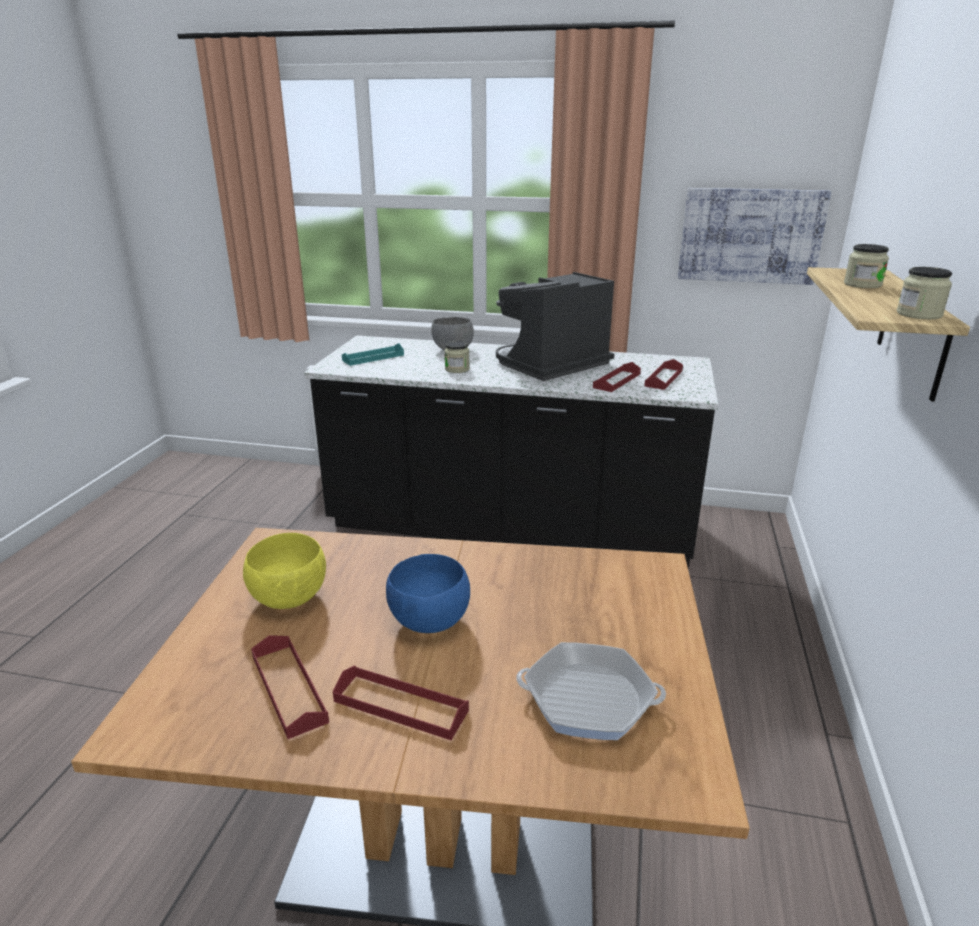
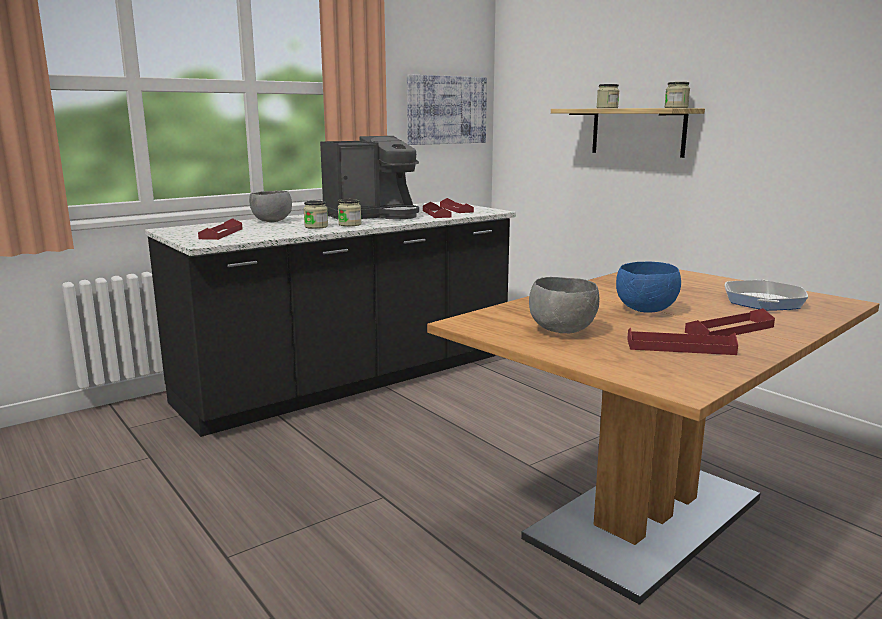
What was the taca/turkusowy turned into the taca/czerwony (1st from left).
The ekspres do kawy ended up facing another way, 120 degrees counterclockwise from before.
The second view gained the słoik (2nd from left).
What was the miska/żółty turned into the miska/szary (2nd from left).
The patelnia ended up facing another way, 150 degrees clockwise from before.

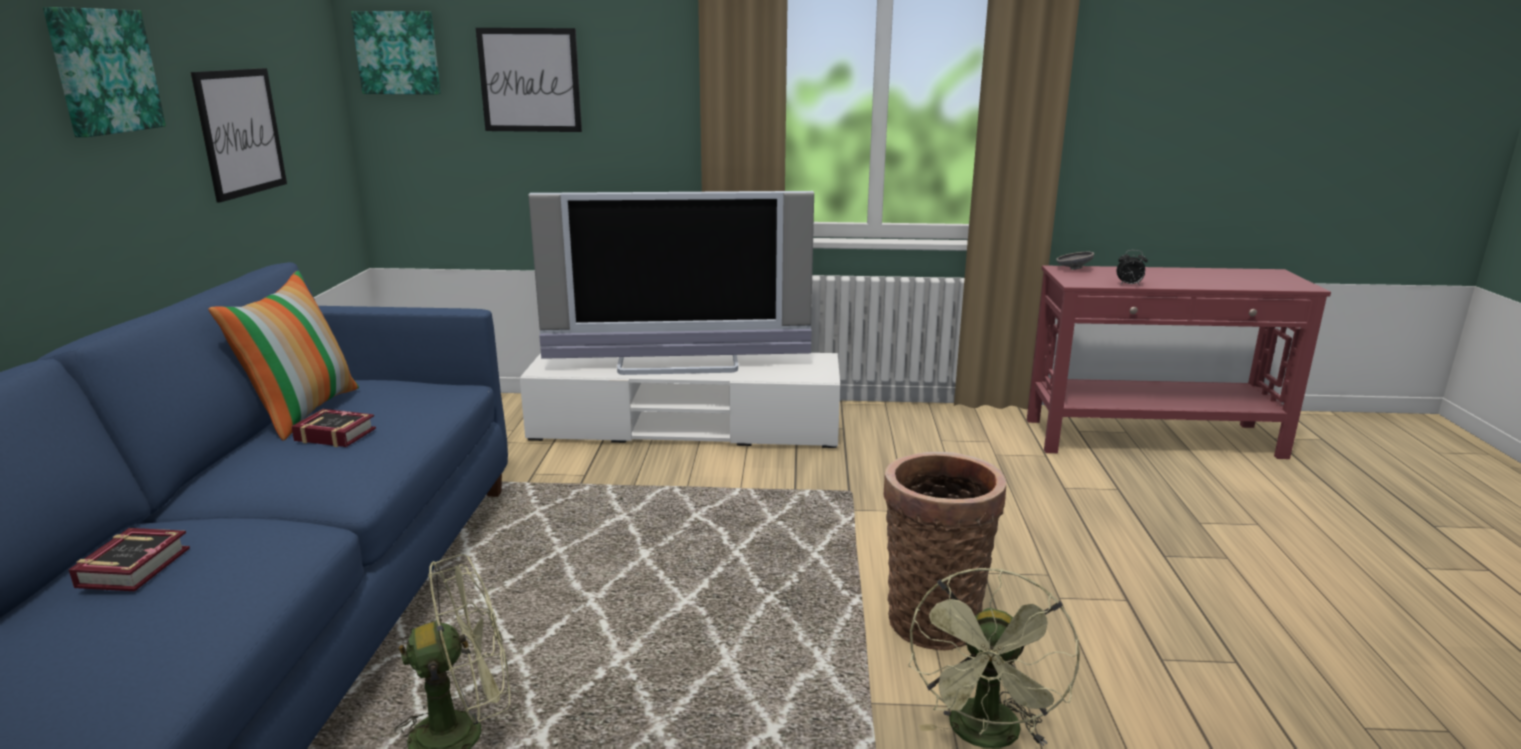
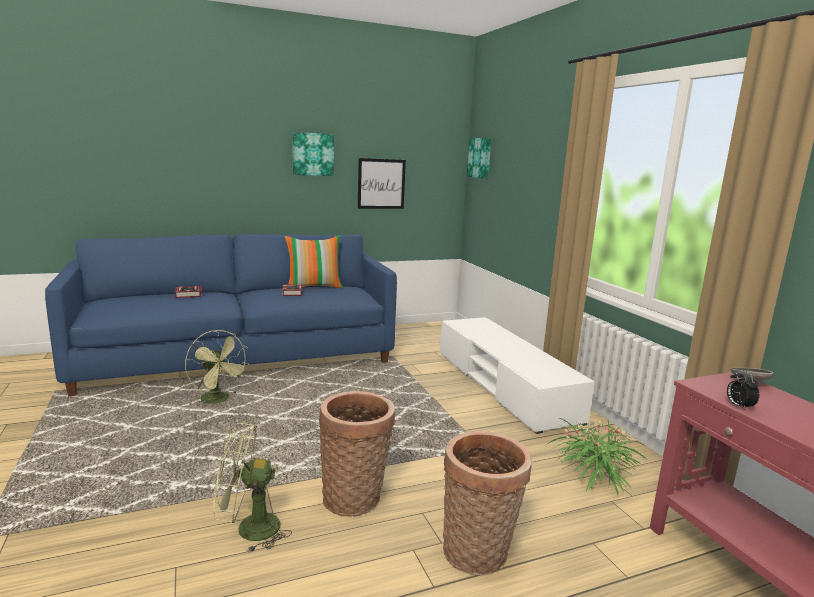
The second view gained the koszyk (2nd from left).
The second view gained the roślina doniczkowa.
The second view lost the obraz (4th from left).
The second view lost the telewizor.

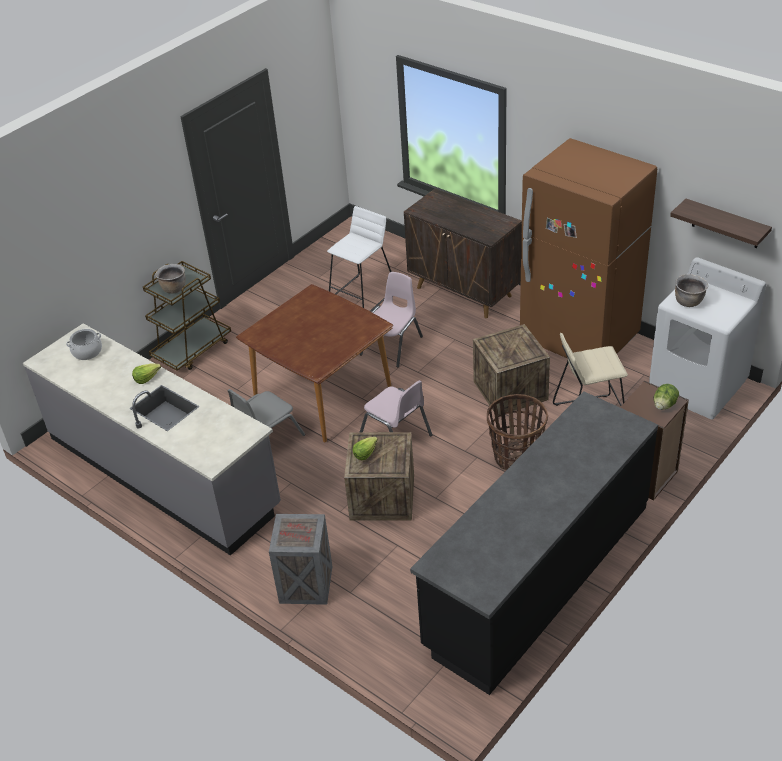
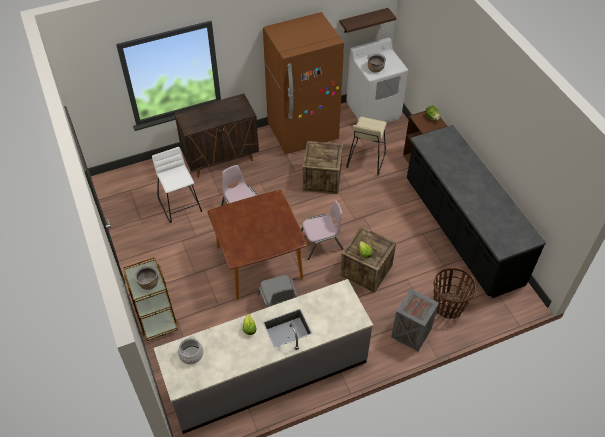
The koszyk ended up elsewhere.

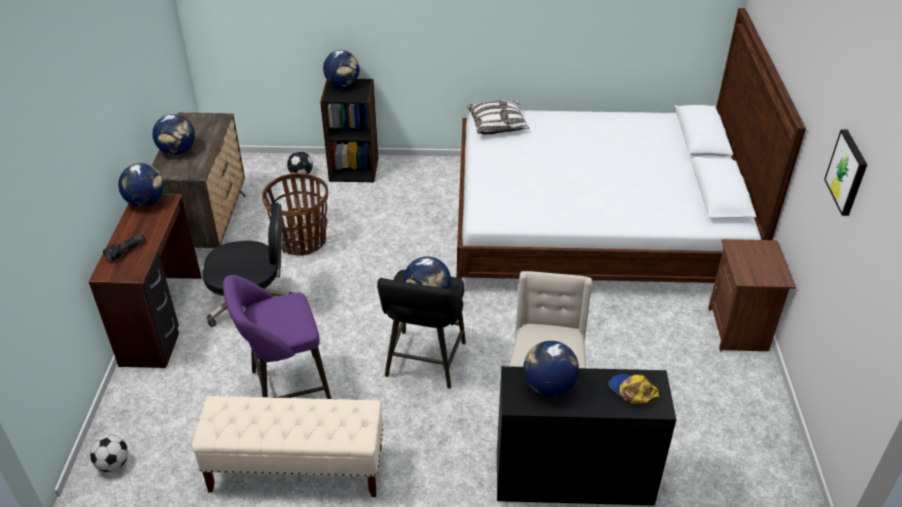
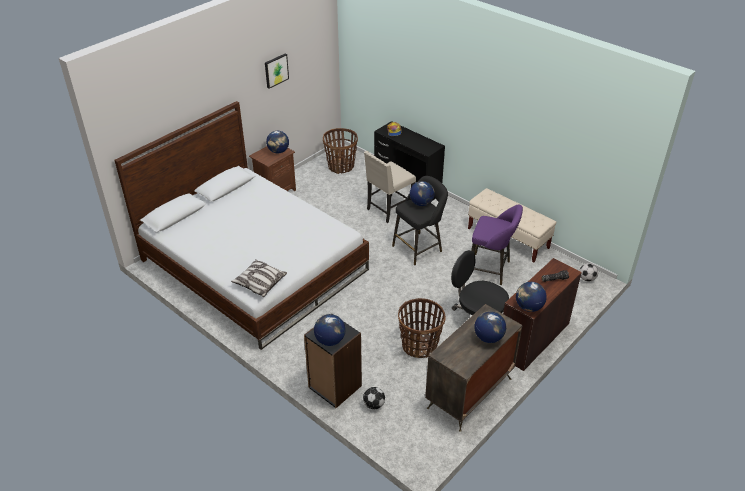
The globus (5th from left in the first image) ended up elsewhere.
The second view gained the koszyk (1st from left).

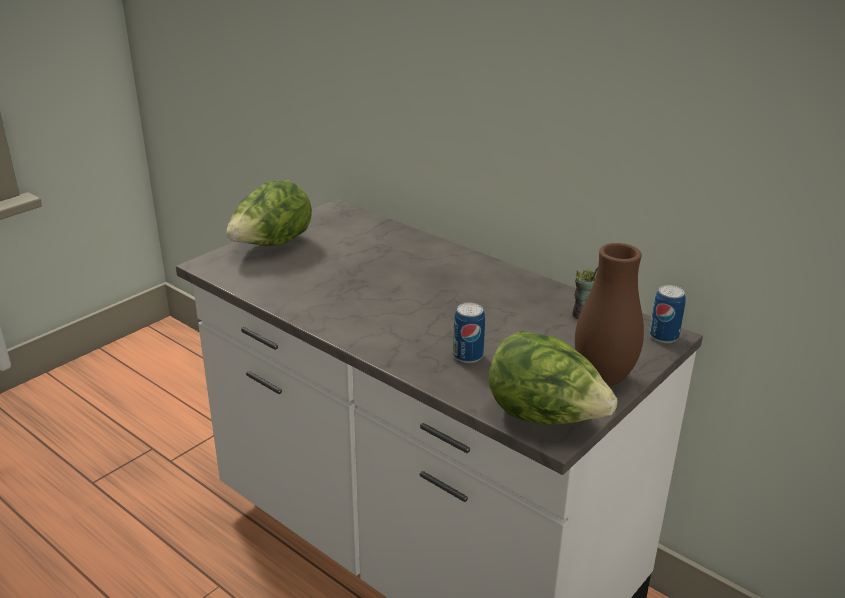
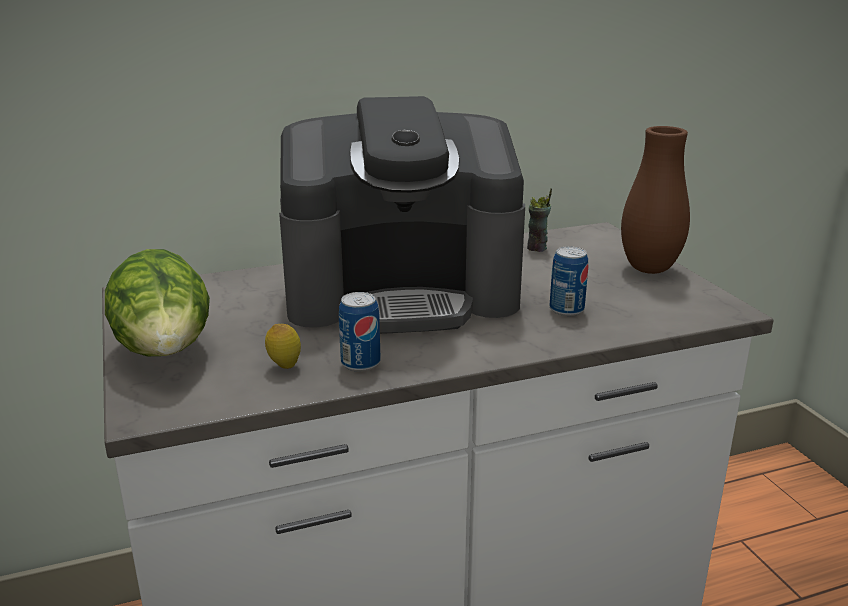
The second view gained the cytryna.
The second view gained the ekspres do kawy.
The puszka (2nd from left in the first image) ended up elsewhere.
The second view lost the sałata (2nd from left).

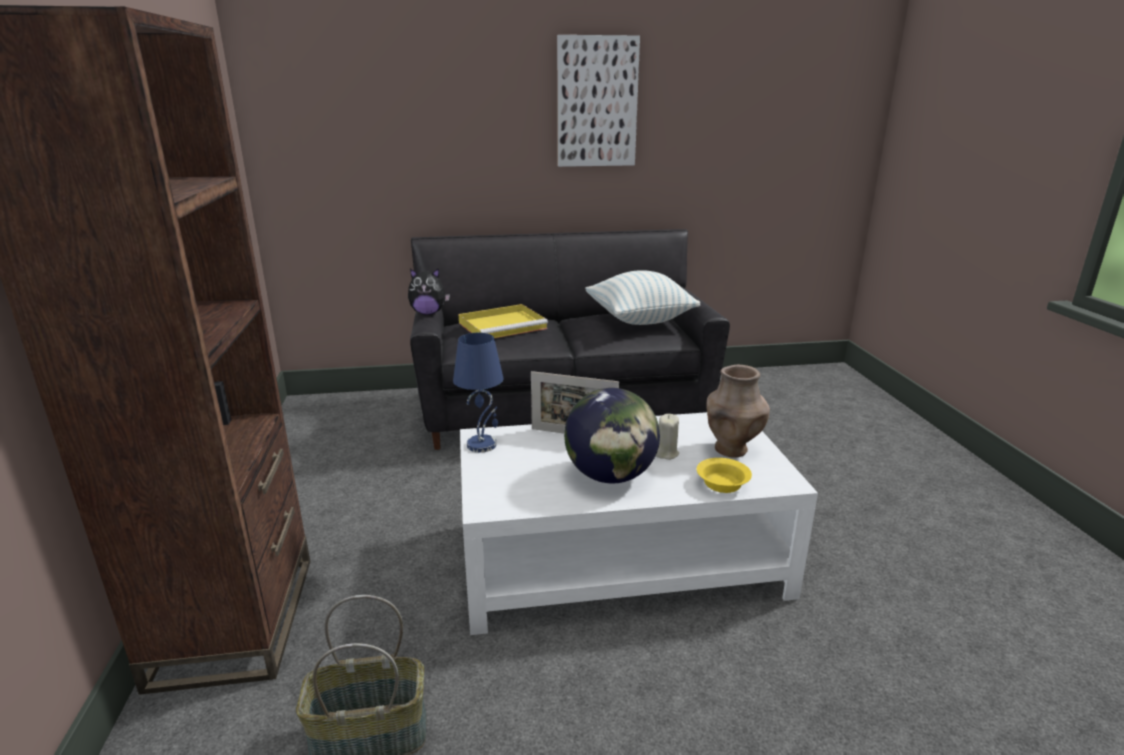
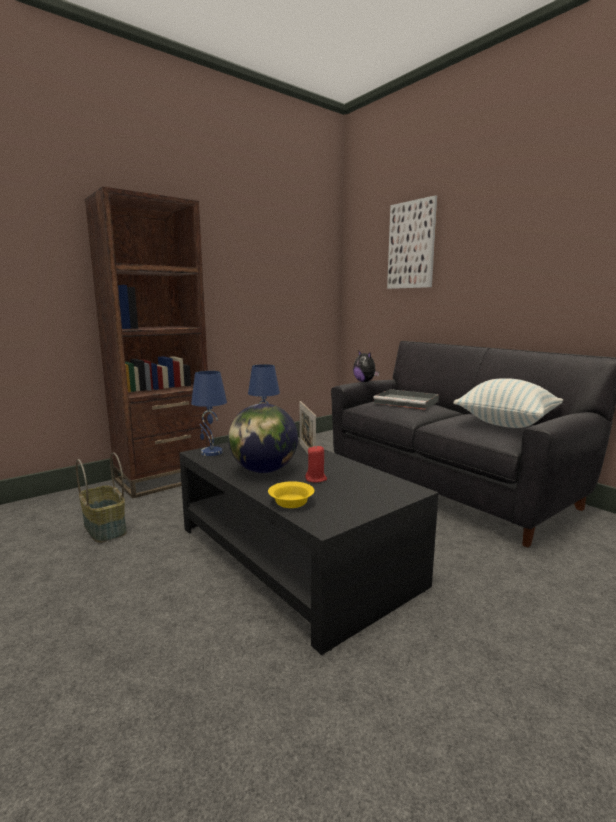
What was the ława/biały turned into the ława/czarny.
The second view gained the lampa stołowa/niebieski (1st from left).
What was the świeca/beżowy turned into the świeca/czerwony.
What was the taca/żółty turned into the taca/szary.
The obraz ended up elsewhere.
The second view lost the wazon/brązowy.

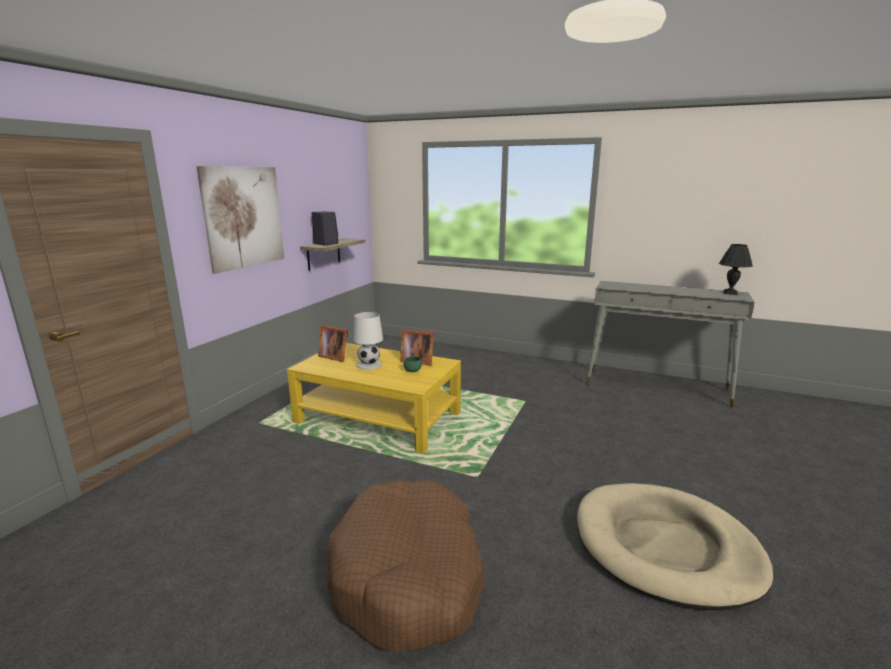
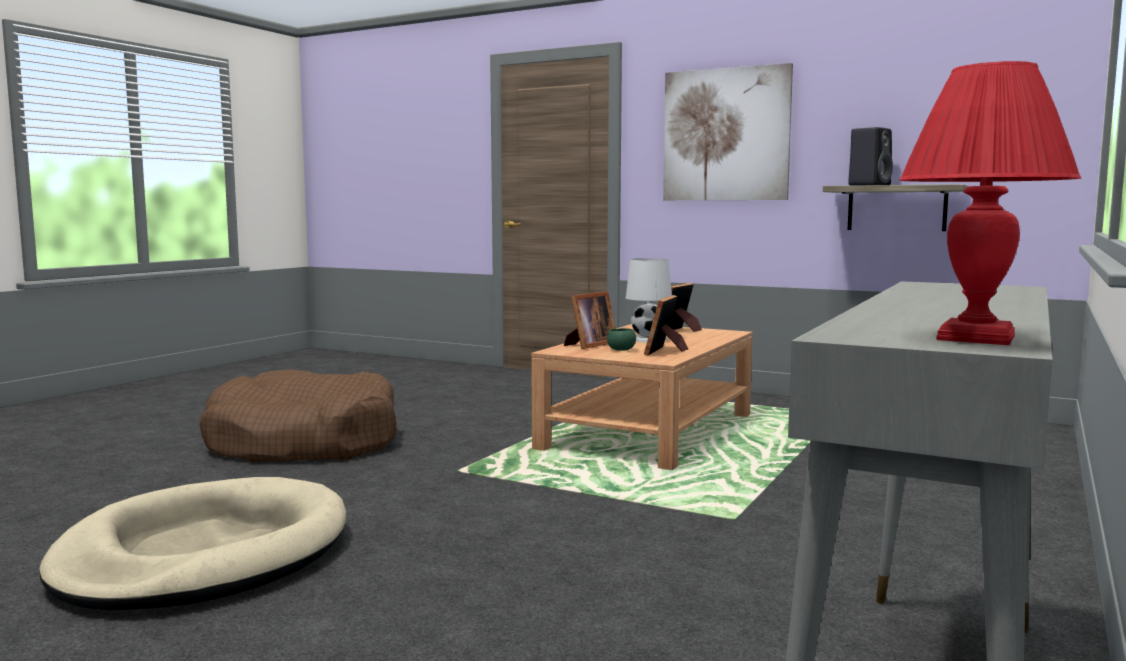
What was the ława/żółty turned into the ława/brązowy.
The second view gained the ramka na zdjęcie (1st from left).
What was the lampa stołowa/czarny turned into the lampa stołowa/czerwony.

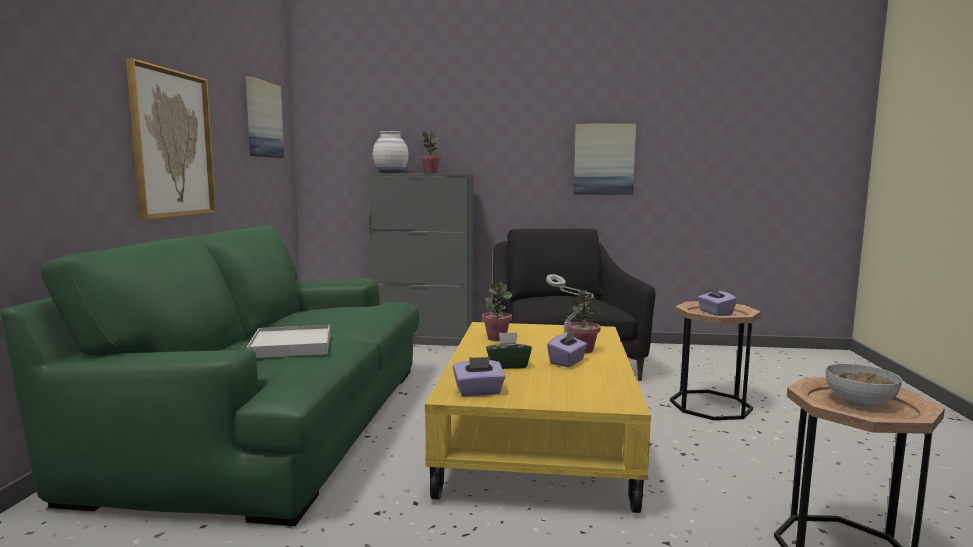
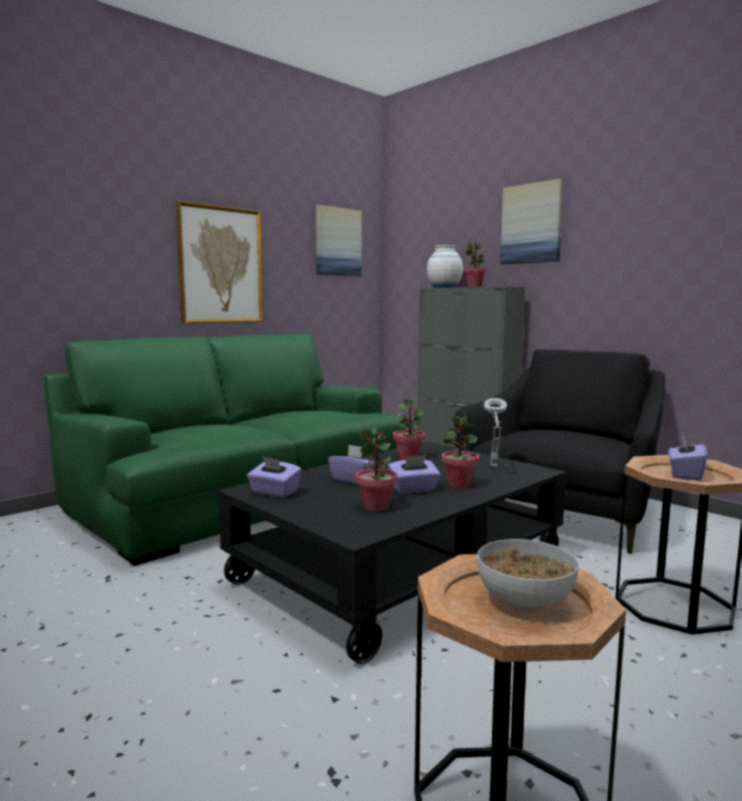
What was the ława/żółty turned into the ława/czarny.
What was the pudełko chusteczek/zielony turned into the pudełko chusteczek/fioletowy (2nd from left).
The second view gained the roślina doniczkowa (1st from left).
The obraz (3rd from left) ended up elsewhere.
The second view lost the taca/biały.

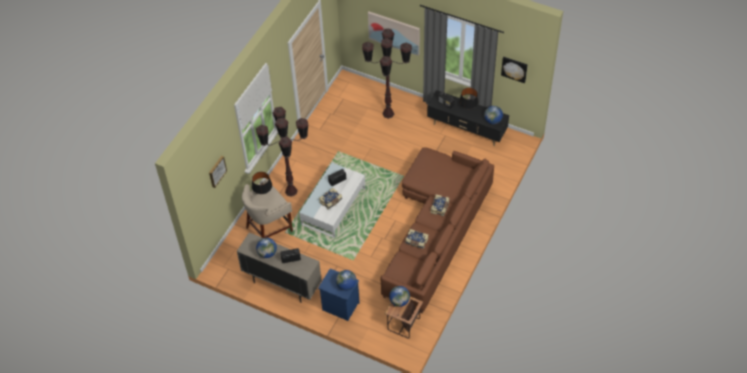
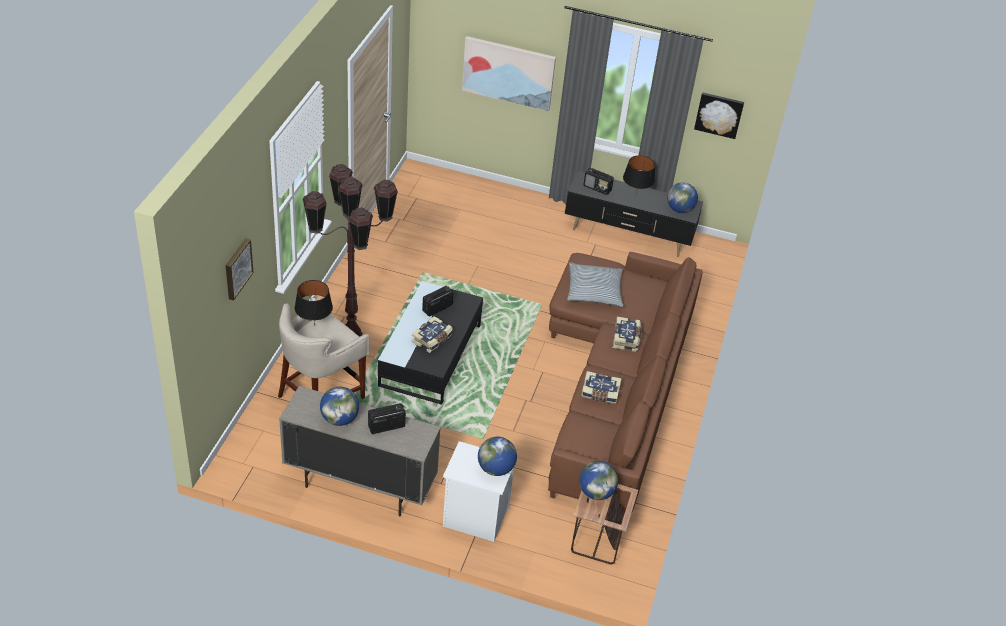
What was the ława/biały turned into the ława/czarny.
What was the szafka nocna/niebieski turned into the szafka nocna/biały.
The second view gained the poduszka.
The second view lost the lampa stojąca/brązowy (2nd from left).

